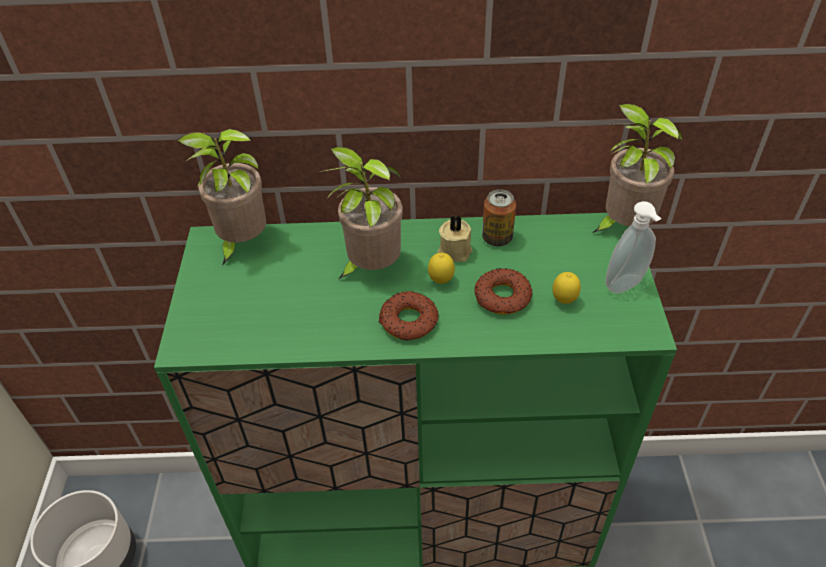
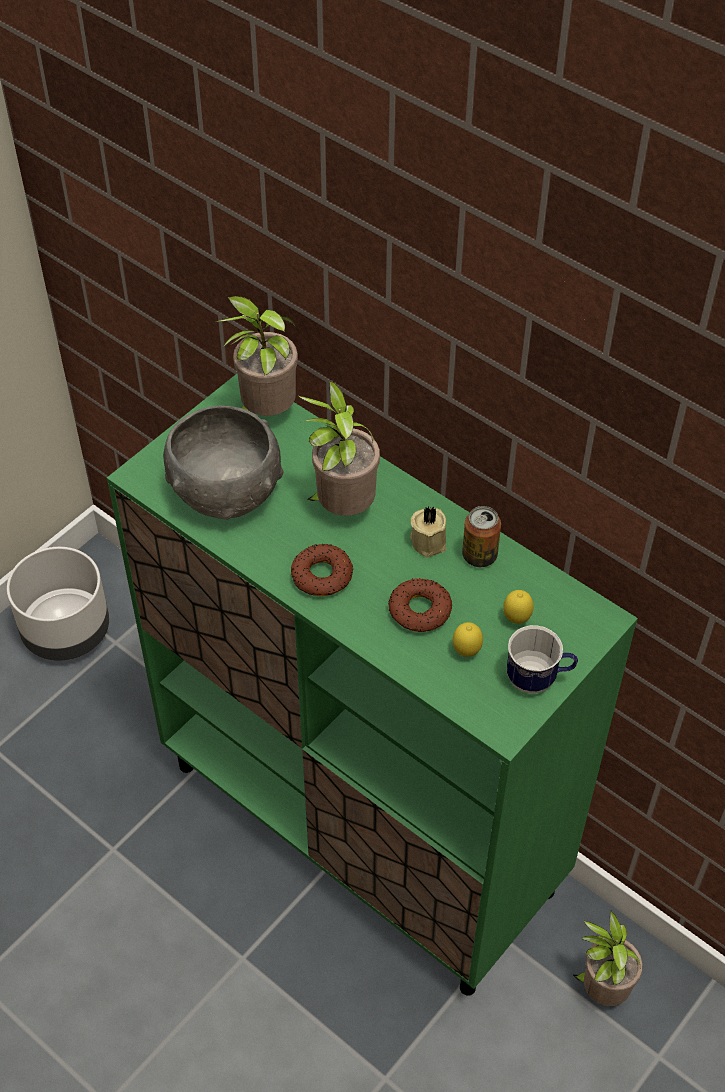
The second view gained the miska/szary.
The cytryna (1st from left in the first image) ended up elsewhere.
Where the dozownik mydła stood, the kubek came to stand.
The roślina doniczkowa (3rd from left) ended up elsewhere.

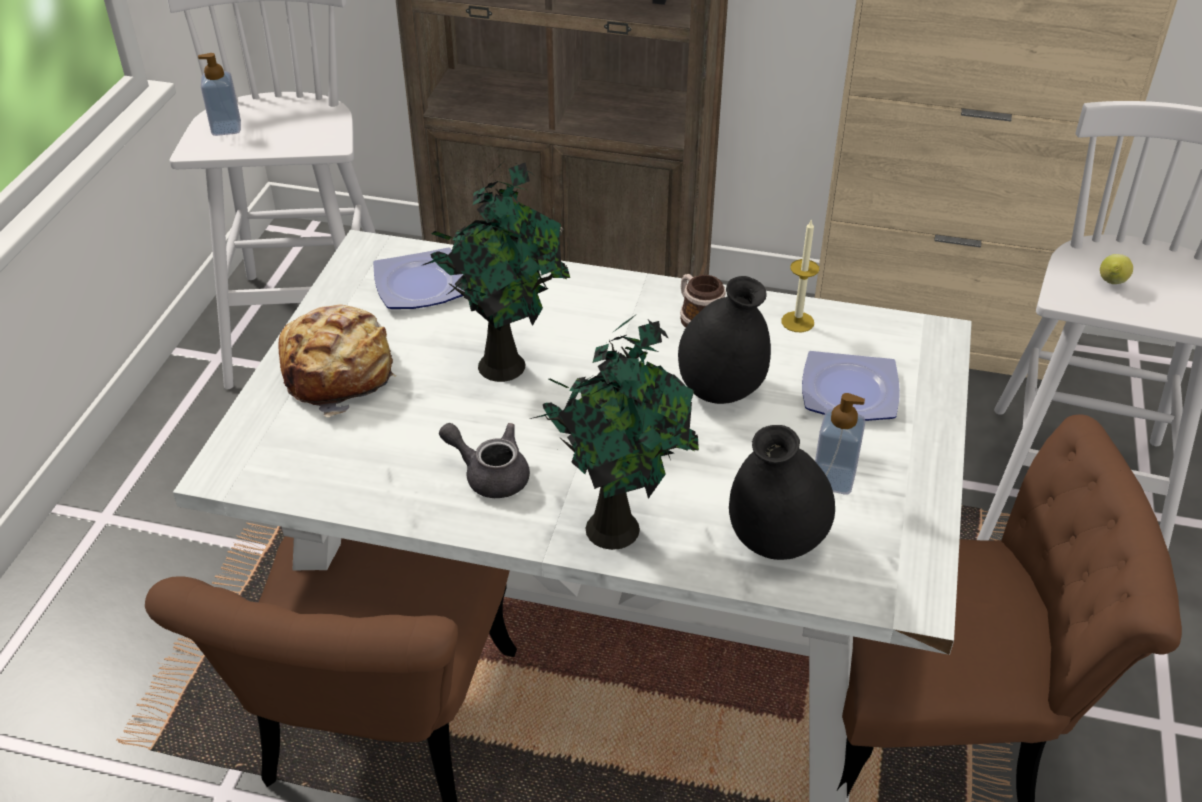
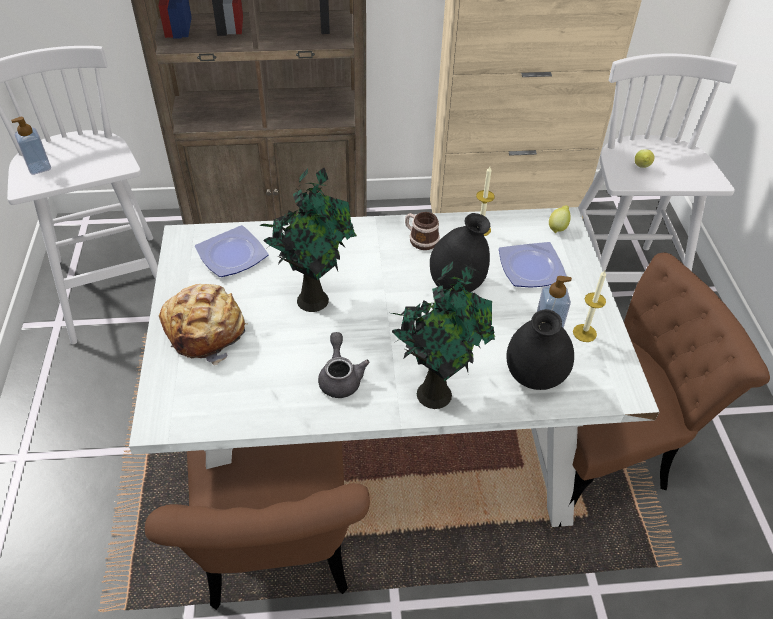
The imbryk/szary ended up facing another way, 75 degrees clockwise from before.
The second view gained the cytryna (1st from left).
The second view gained the świeca (2nd from left).

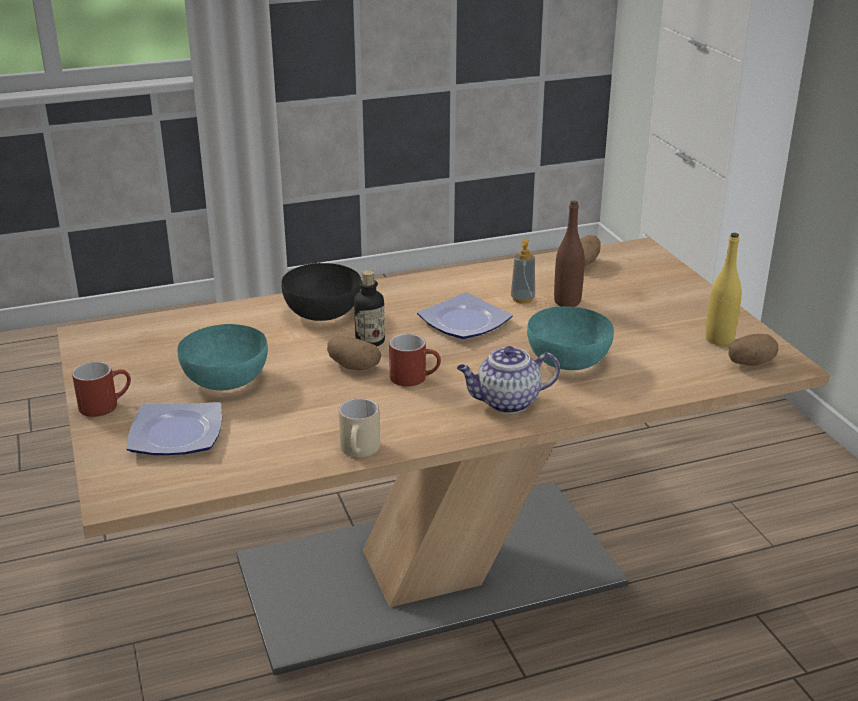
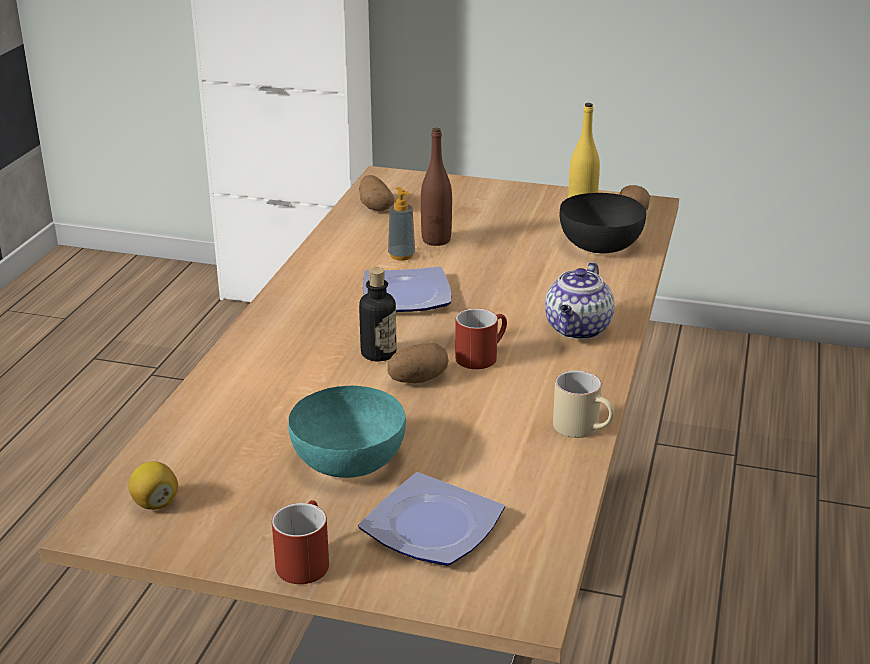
The second view gained the cytryna.
The miska/czarny ended up elsewhere.
The second view lost the miska/turkusowy (2nd from left).

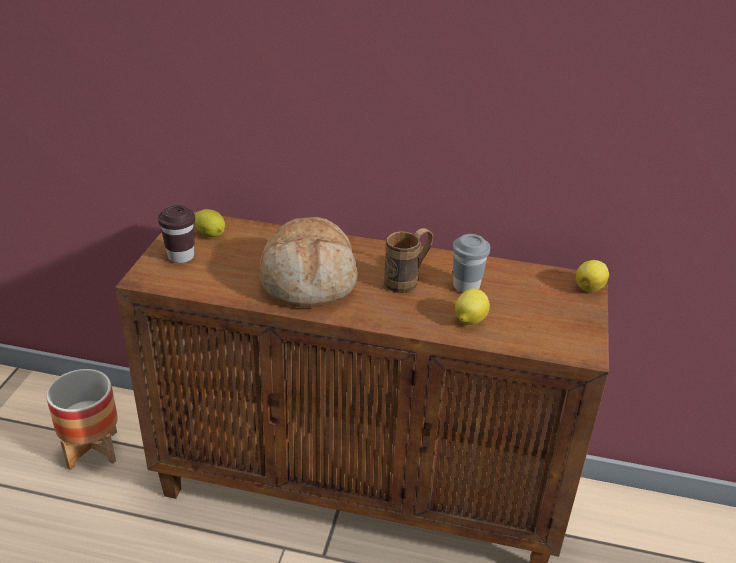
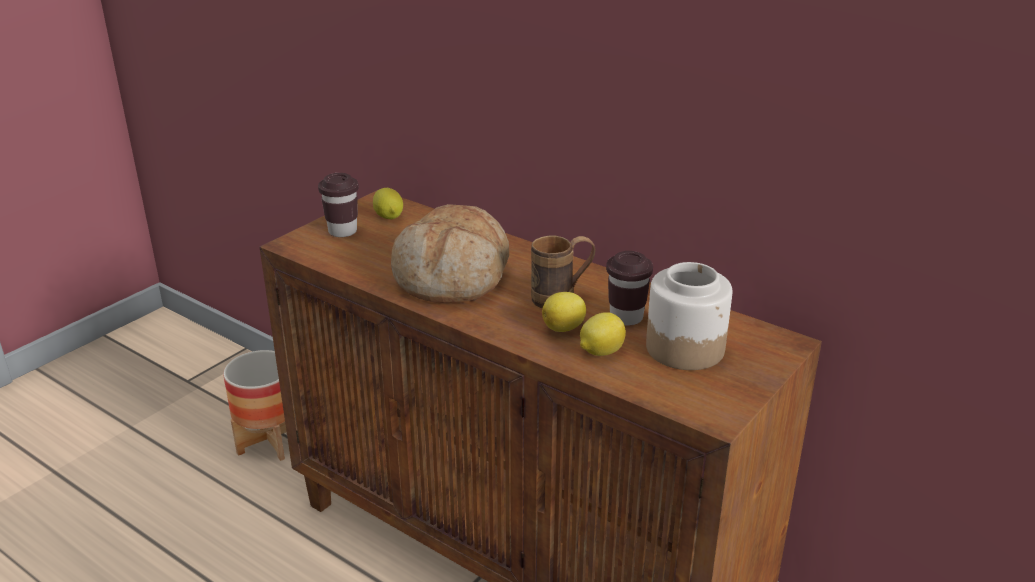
The cytryna (3rd from left in the first image) ended up elsewhere.
What was the filiżanka/szary turned into the filiżanka/brązowy (2nd from left).
The second view gained the słoik.

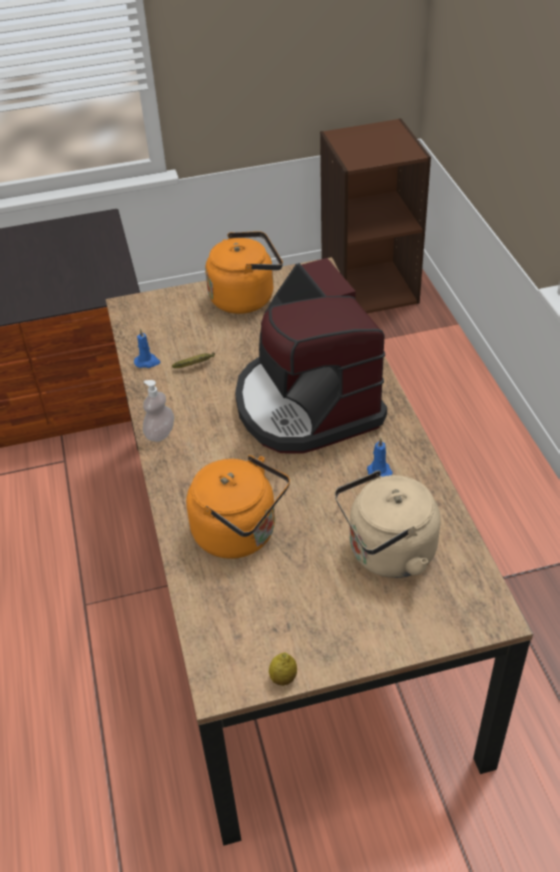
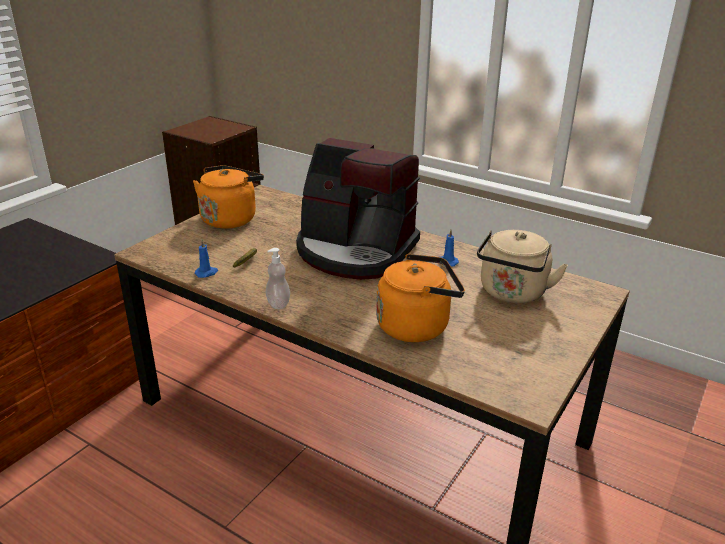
The second view lost the cytryna.

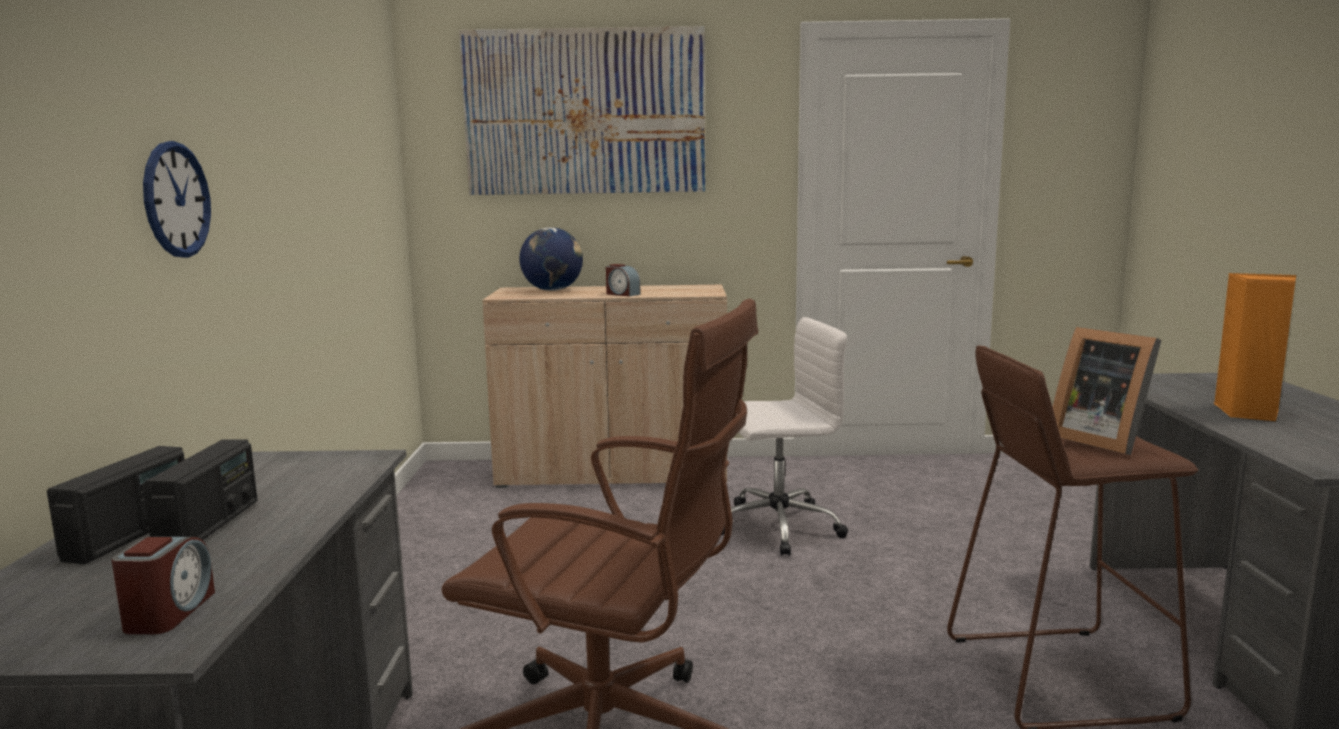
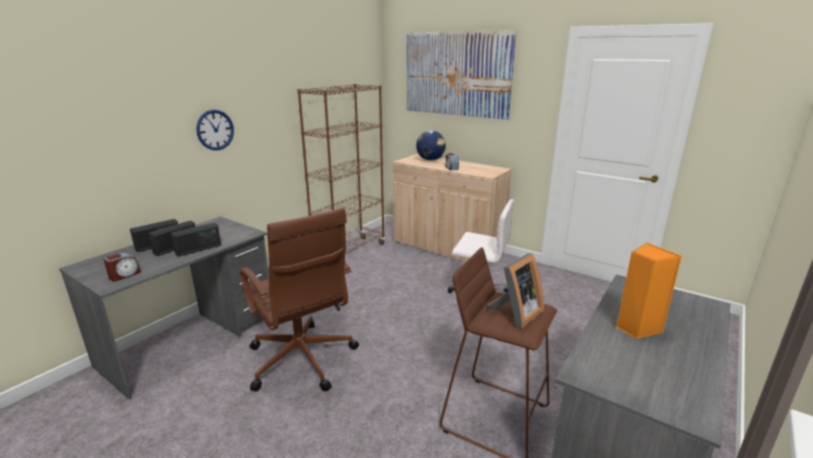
The second view gained the radio (3rd from left).
The second view gained the regał/brązowy.
The ramka na zdjęcie ended up facing another way, 135 degrees counterclockwise from before.

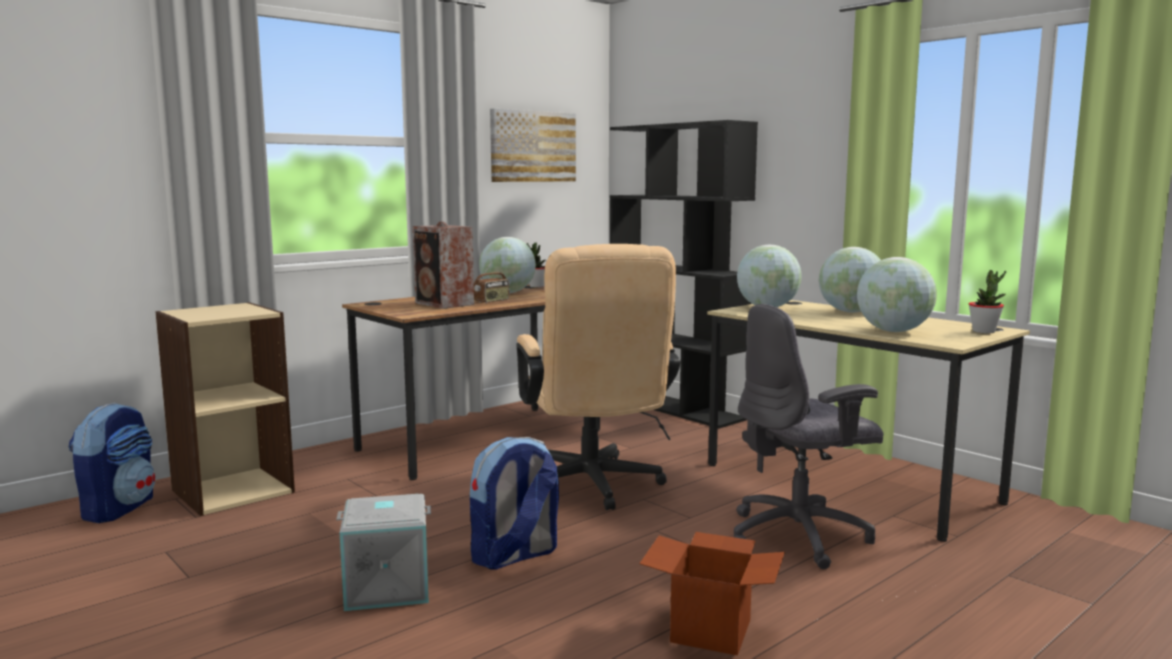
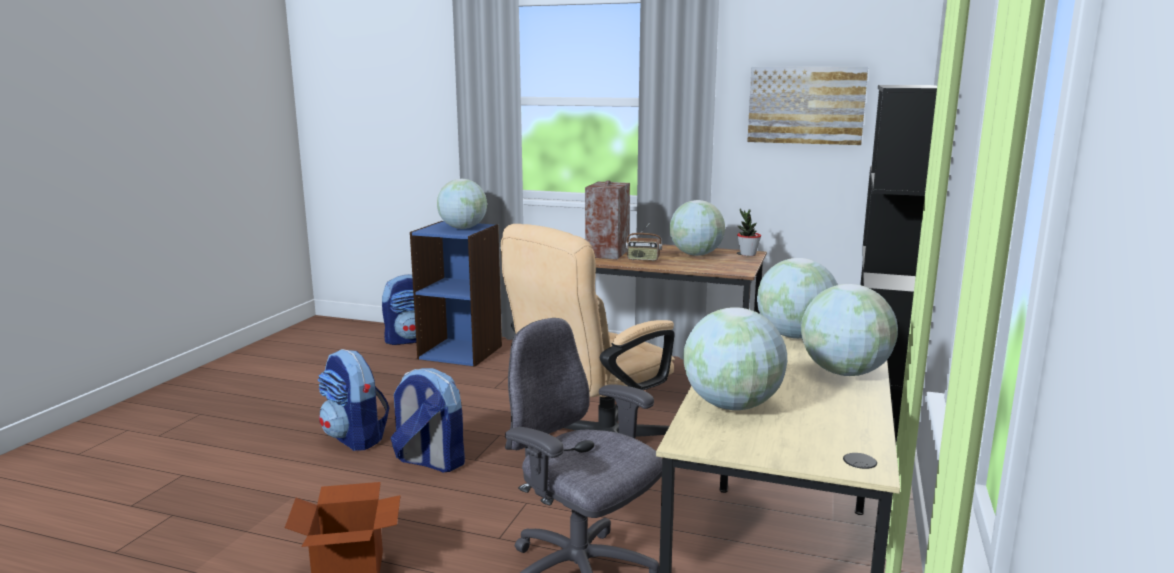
Where the pojemnik do przechowywania/szary stood, the plecak (1st from left) came to stand.
What was the regał/beżowy turned into the regał/niebieski.
The second view gained the globus (1st from left).
The second view lost the roślina doniczkowa (2nd from left).

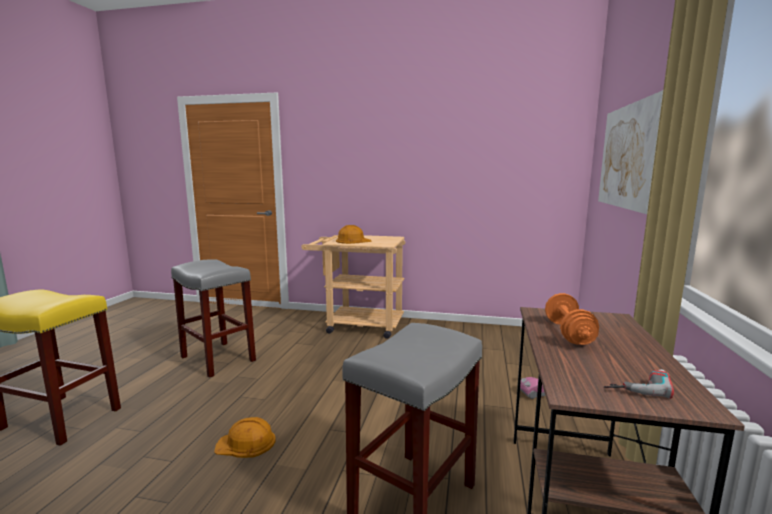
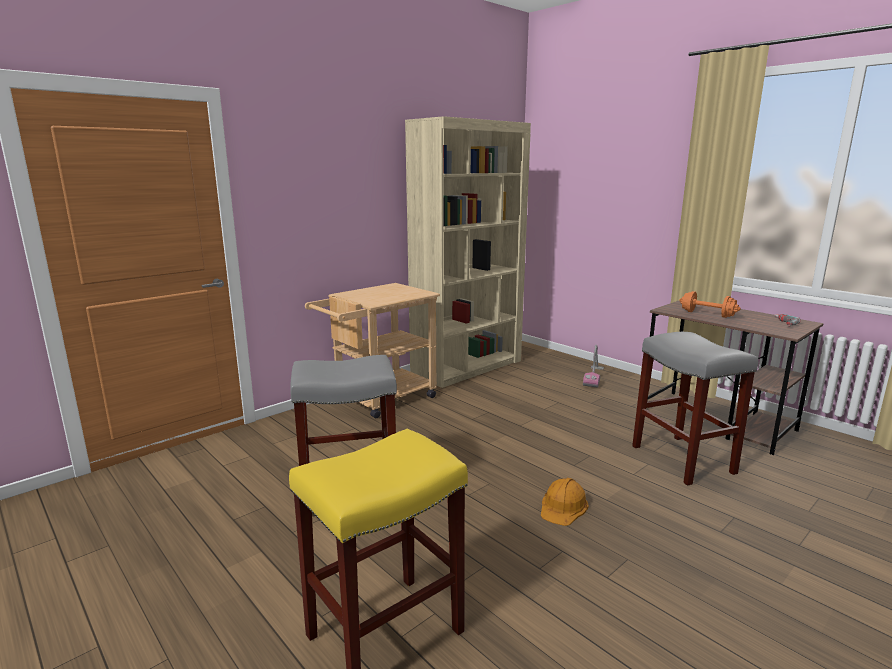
The second view gained the regał/beżowy.
The second view lost the kask/pomarańczowy (2nd from left).
The second view lost the obraz.

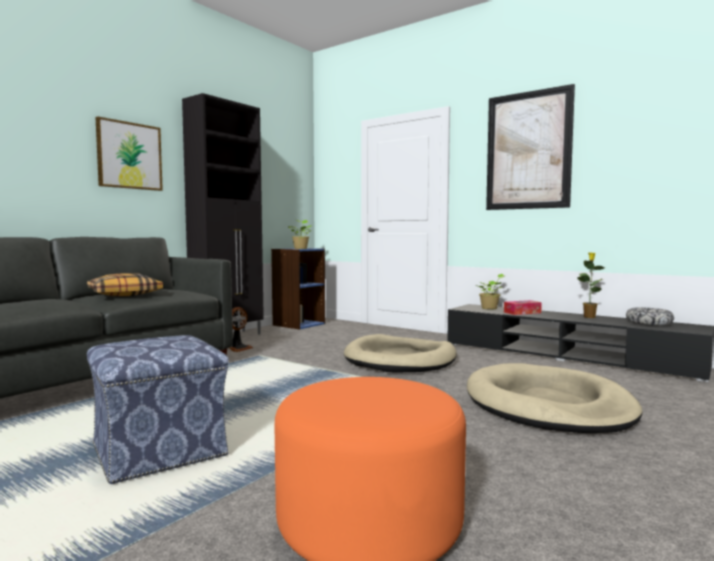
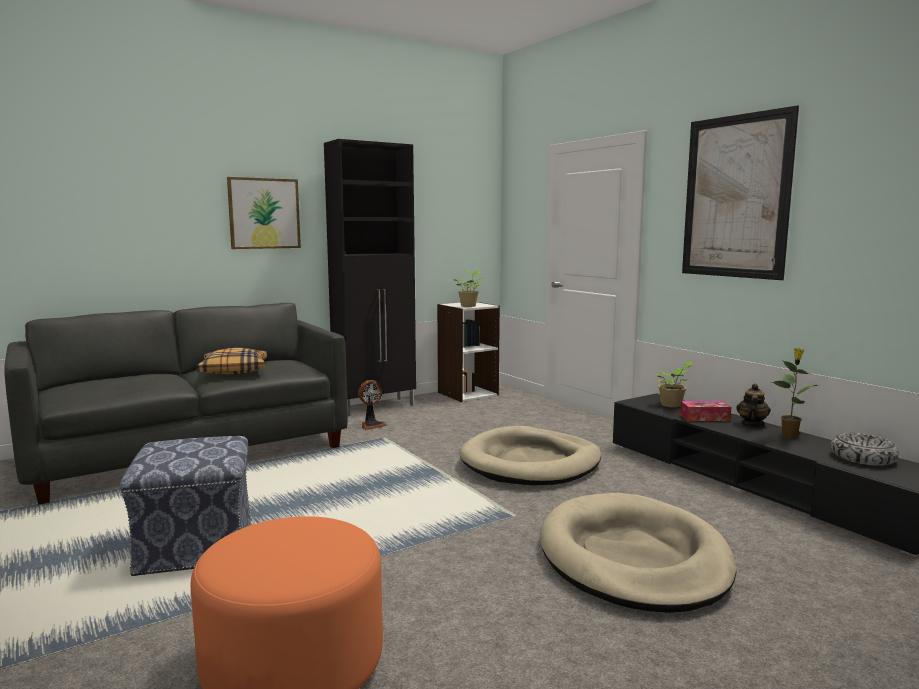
What was the regał/niebieski turned into the regał/biały.
The second view gained the imbryk.

